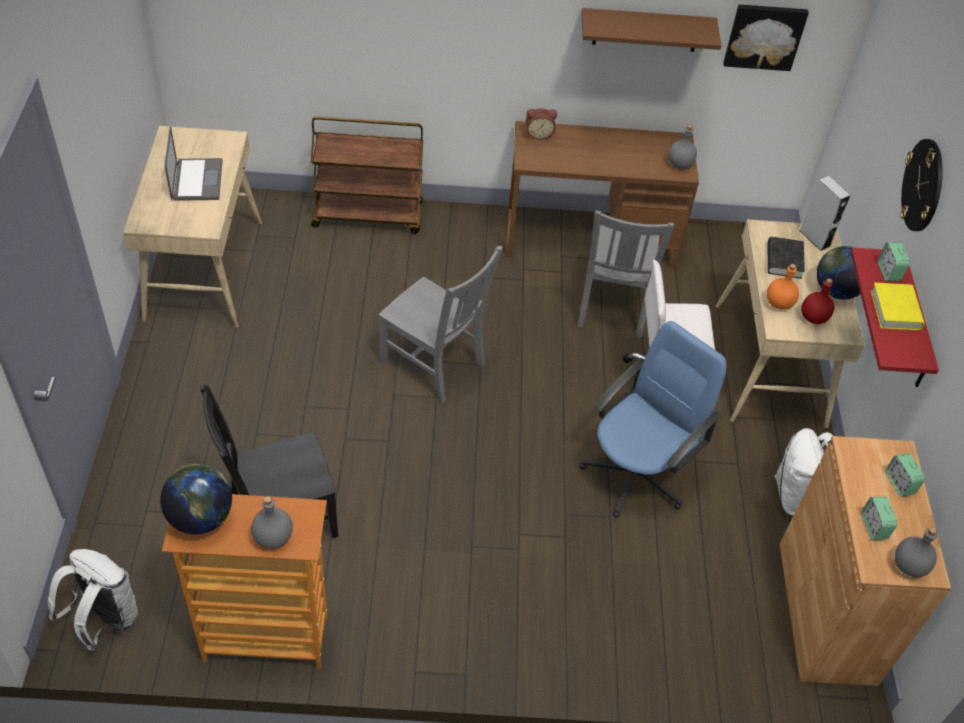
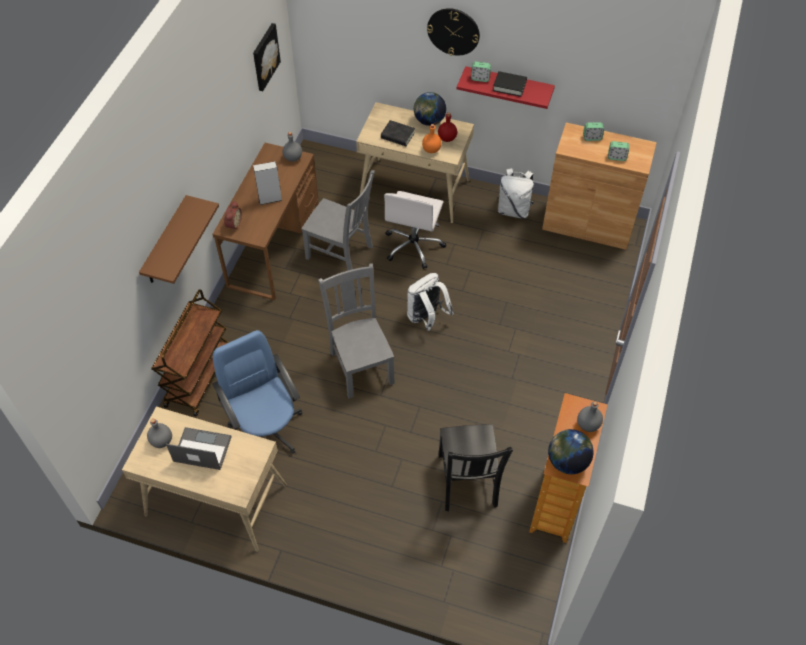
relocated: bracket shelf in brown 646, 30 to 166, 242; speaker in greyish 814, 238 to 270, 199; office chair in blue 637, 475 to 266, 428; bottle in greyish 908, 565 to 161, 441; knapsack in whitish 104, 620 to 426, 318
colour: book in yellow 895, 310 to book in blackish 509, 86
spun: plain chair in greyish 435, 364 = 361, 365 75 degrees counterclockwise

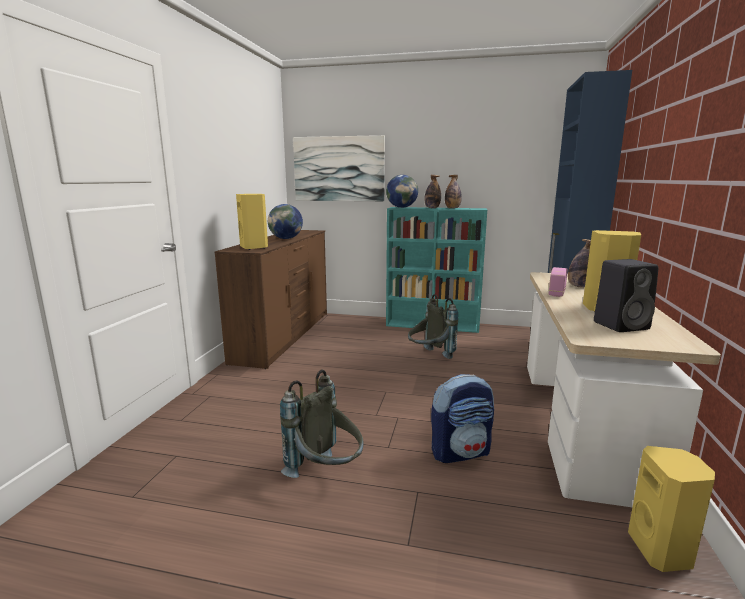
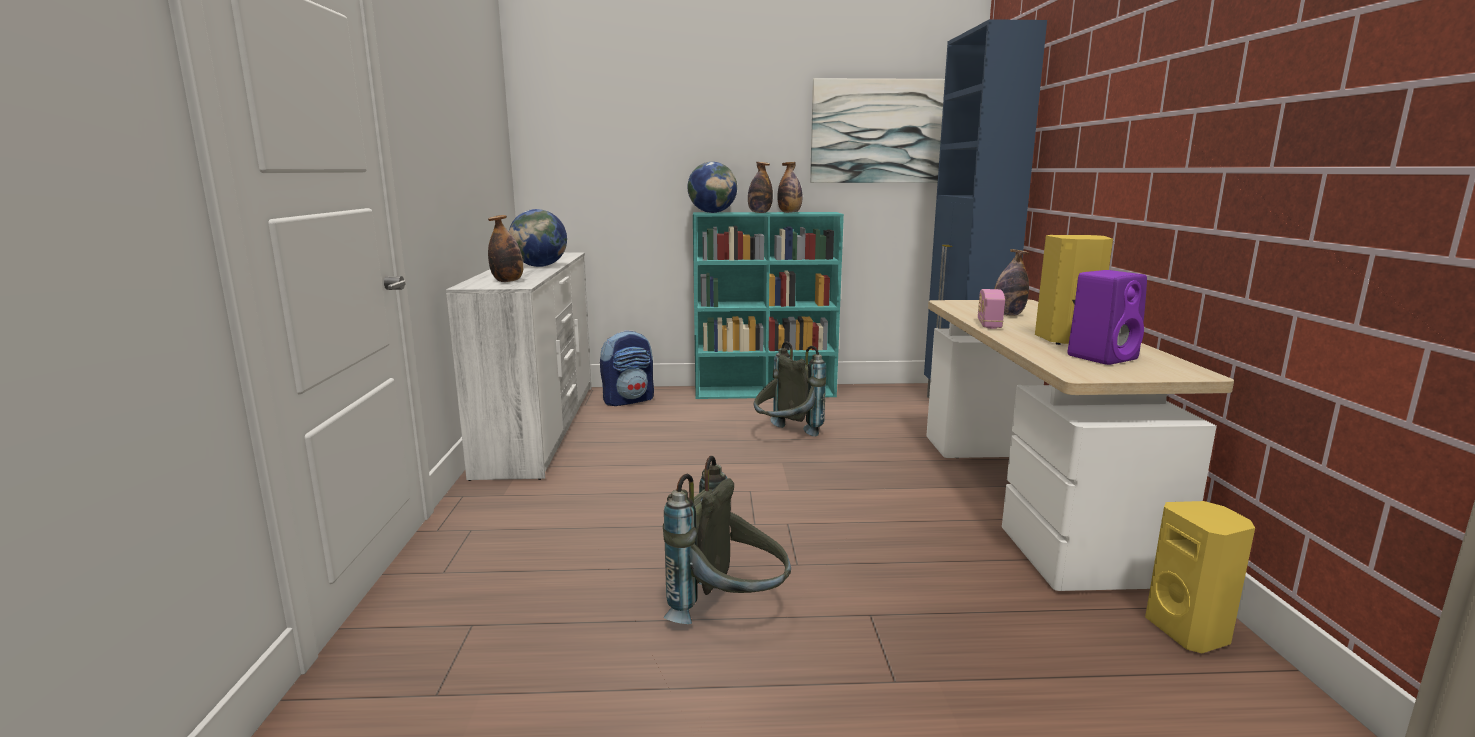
relocated: picture 339, 169 to 884, 131; knapsack 461, 452 to 628, 400
exchanged: speaker in yellow 254, 247 to bottle 508, 281
colour: chest of drawers in brown 285, 336 to chest of drawers in whitish 541, 427; speaker in blackish 622, 325 to speaker in purple-coloured 1103, 357

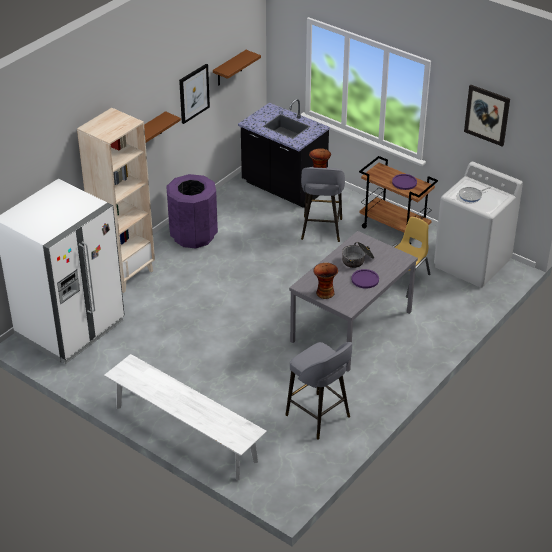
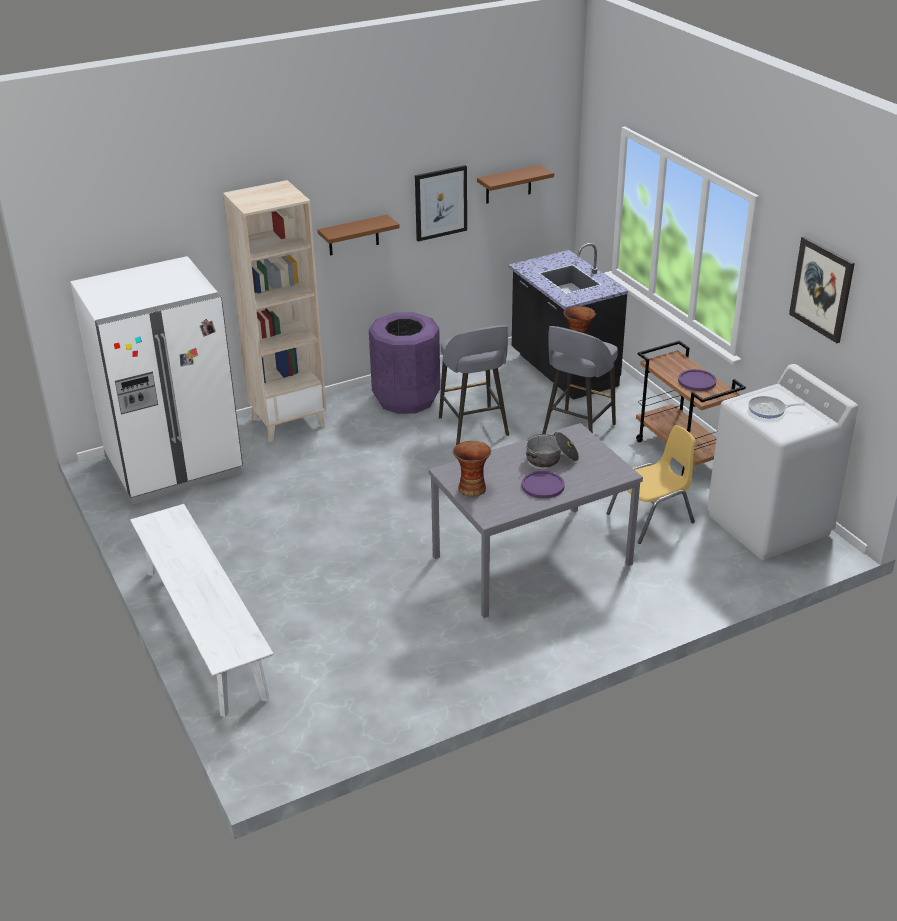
relocated: sitting stool in greyish 319, 417 to 474, 427

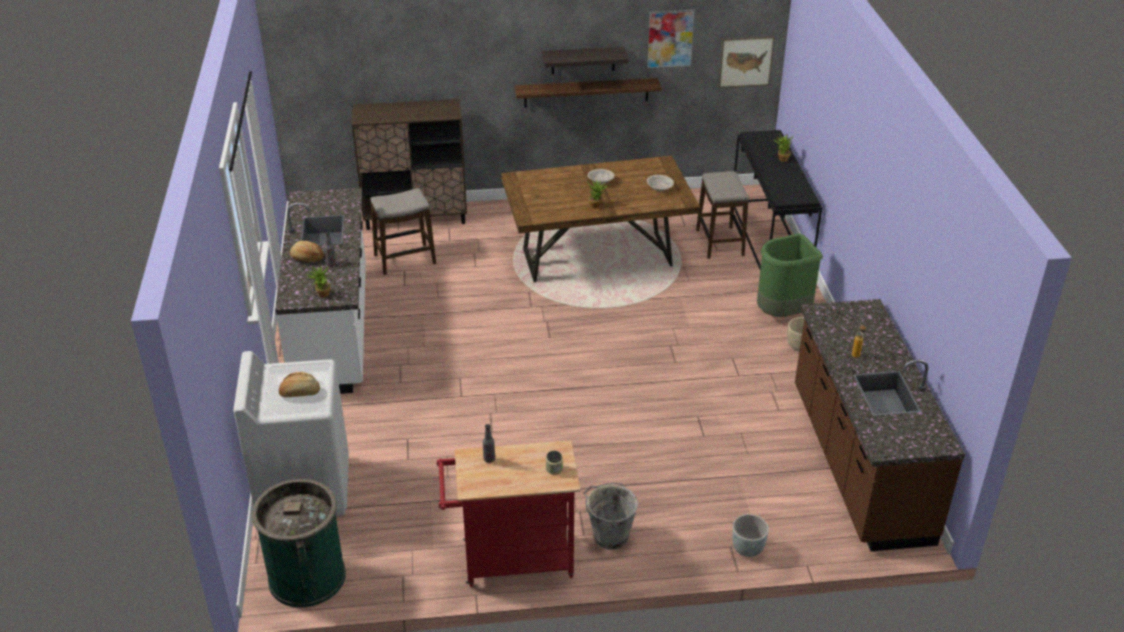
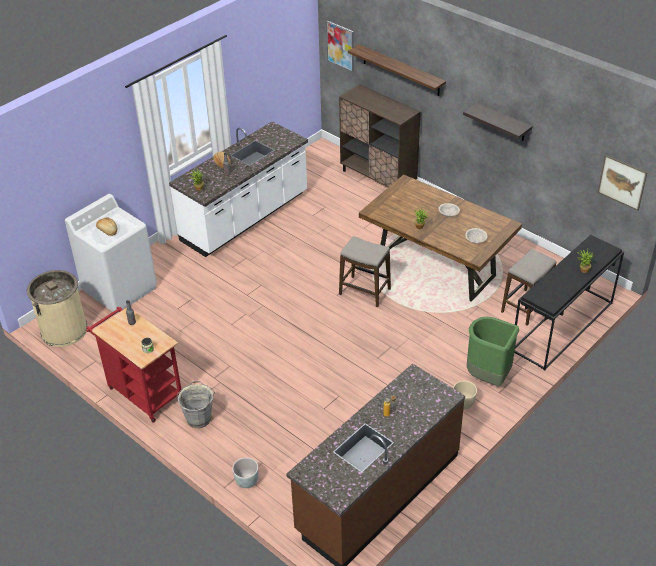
relocated: picture 670, 38 to 340, 46; bracket shelf 586, 92 to 401, 70; sitting stool 405, 260 to 364, 292
colour: trash can in greenish 307, 577 to trash can in beige 64, 330

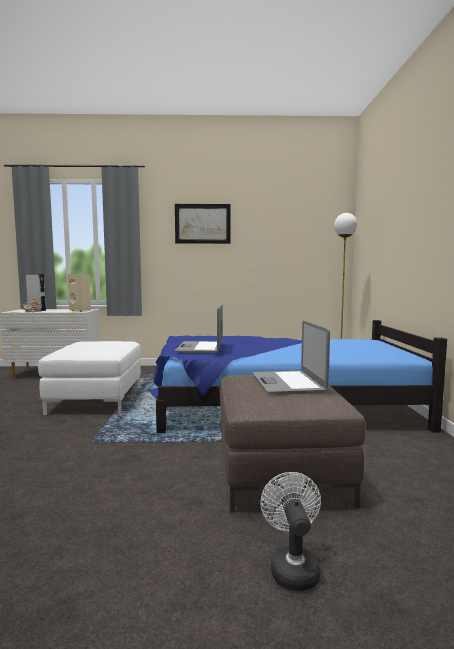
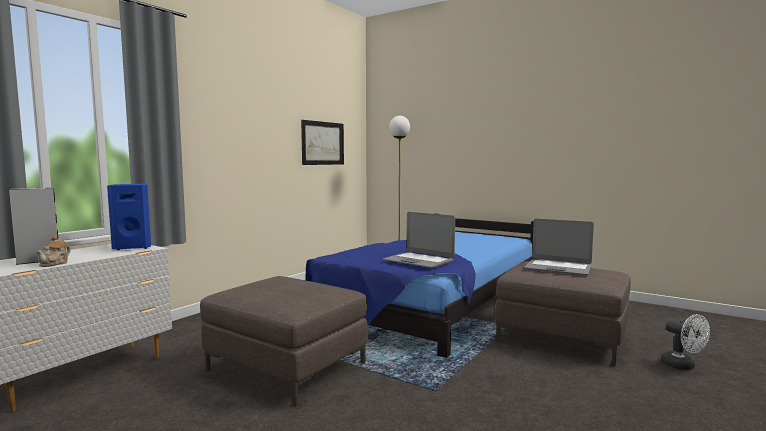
relocated: picture 202, 224 to 322, 143
colour: speaker in beige 81, 310 to speaker in blue 133, 247; ottoman in whitish 97, 399 to ottoman in brown 287, 366
spun: cooling fan in whitish 292, 566 = 683, 366 150 degrees counterclockwise

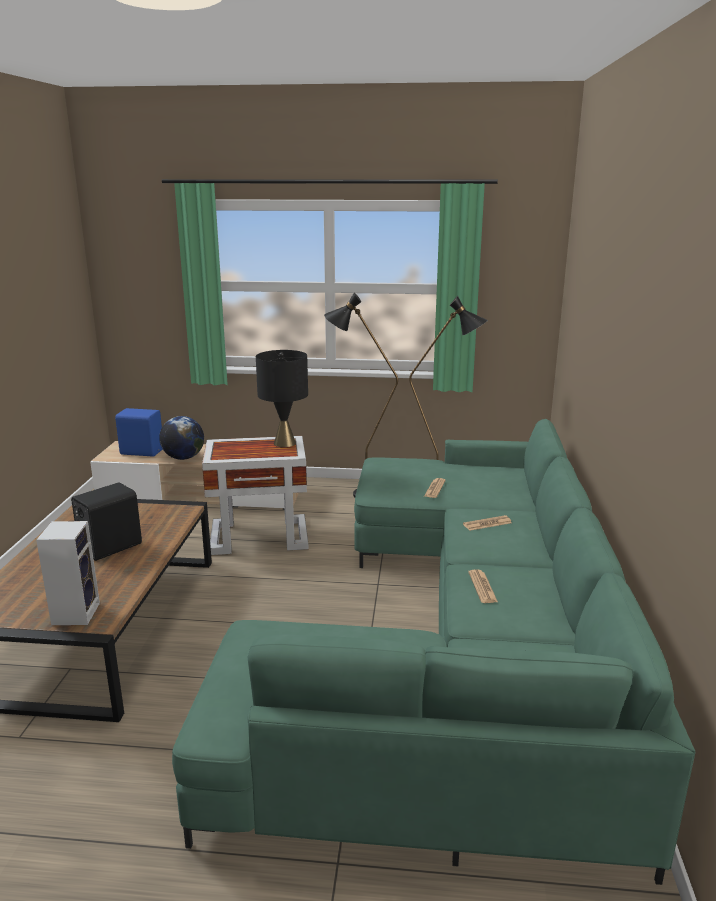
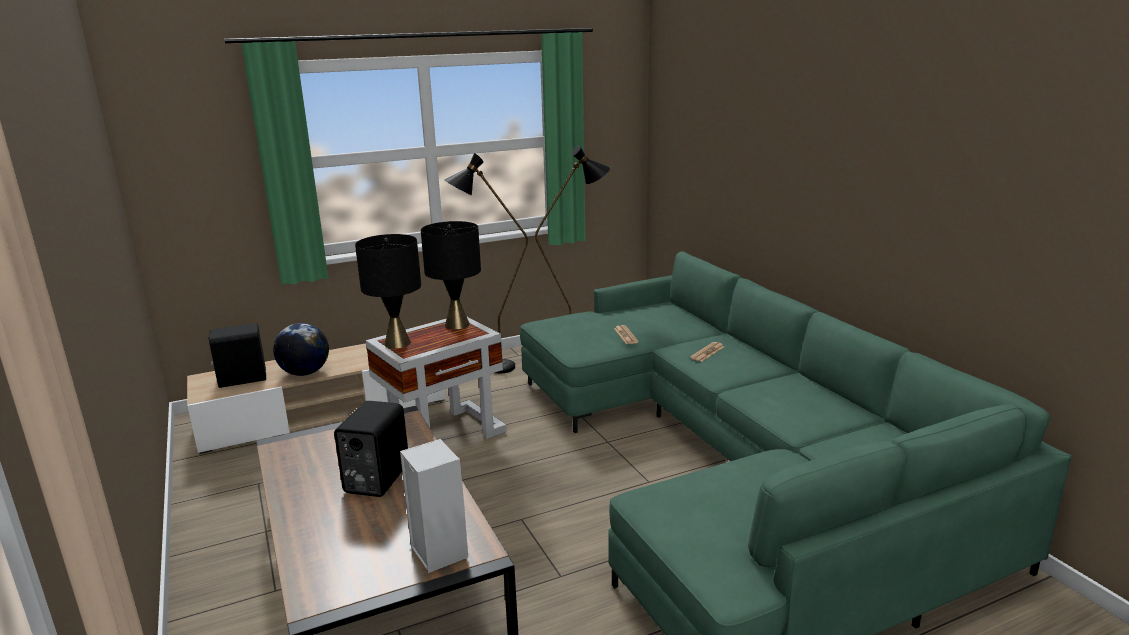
missing: daily paper 482, 587
appeared: tabletop lamp in blackish 397, 343
colour: speaker in blue 142, 451 to speaker in blackish 242, 379

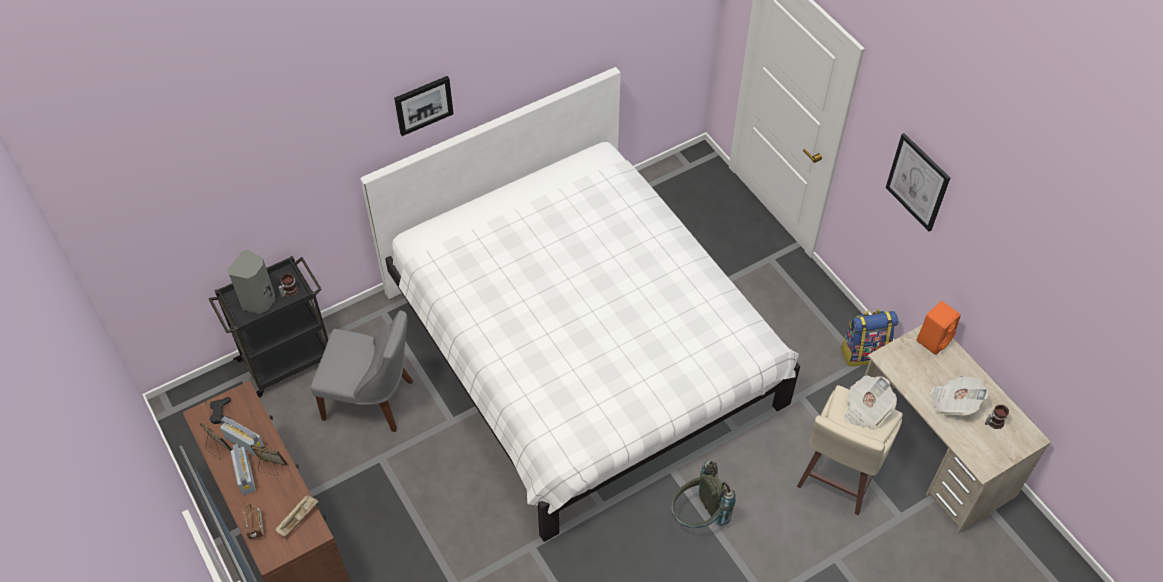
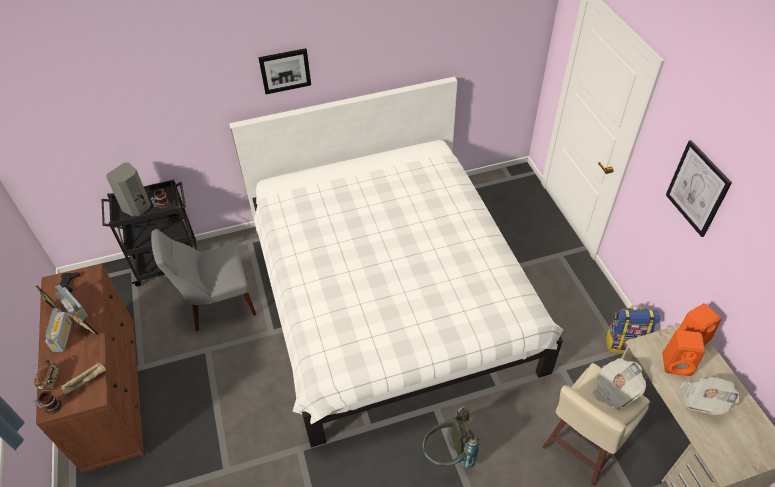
appeared: speaker in orange 677, 364
relocated: mug 993, 421 to 52, 406
spun: plain chair in greyish 372, 400 = 218, 304 135 degrees clockwise

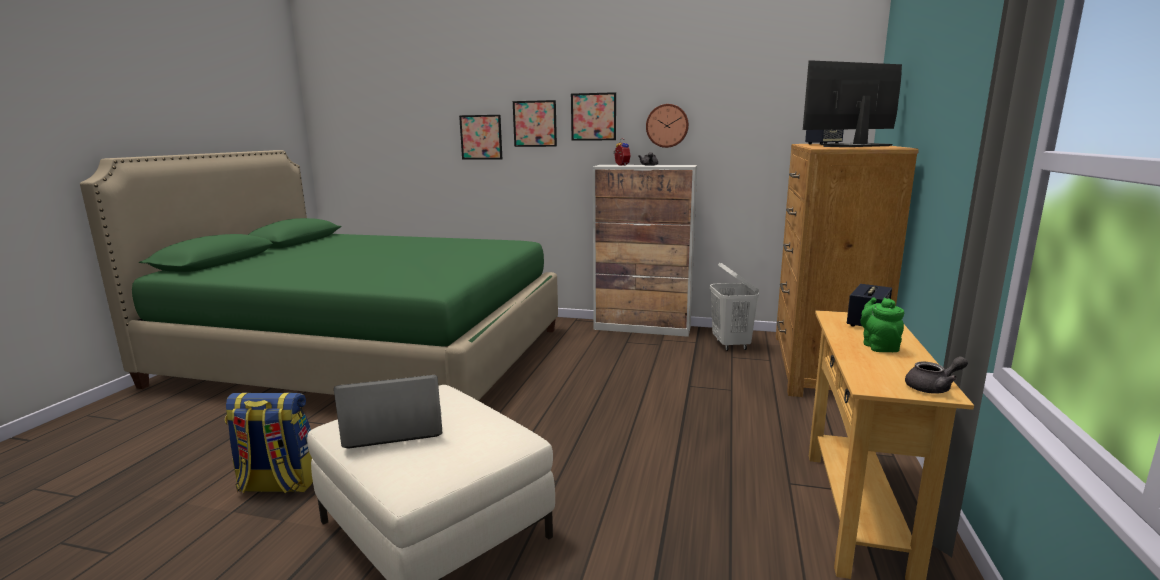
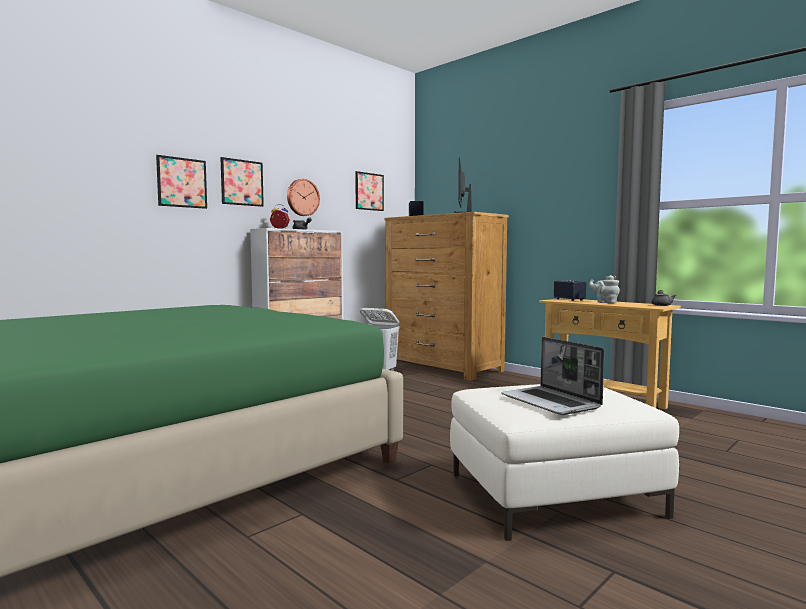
missing: knapsack 277, 485
relocated: picture 481, 137 to 369, 191
colour: pot for tea in greenish 878, 346 to pot for tea in greyish 605, 302
spun: notebook computer 393, 429 = 551, 402 45 degrees counterclockwise

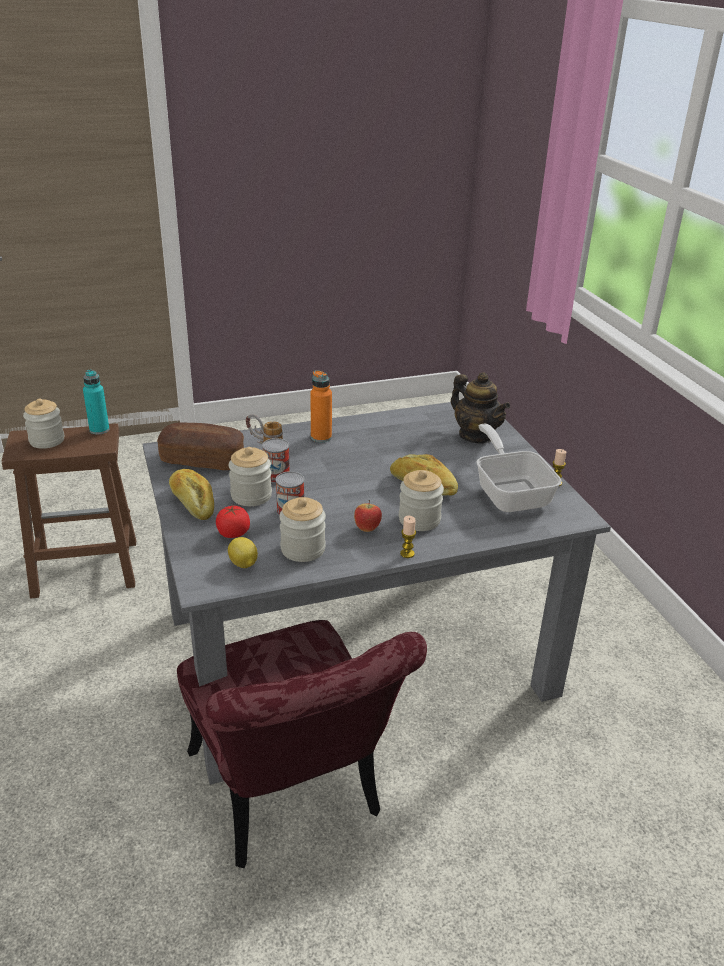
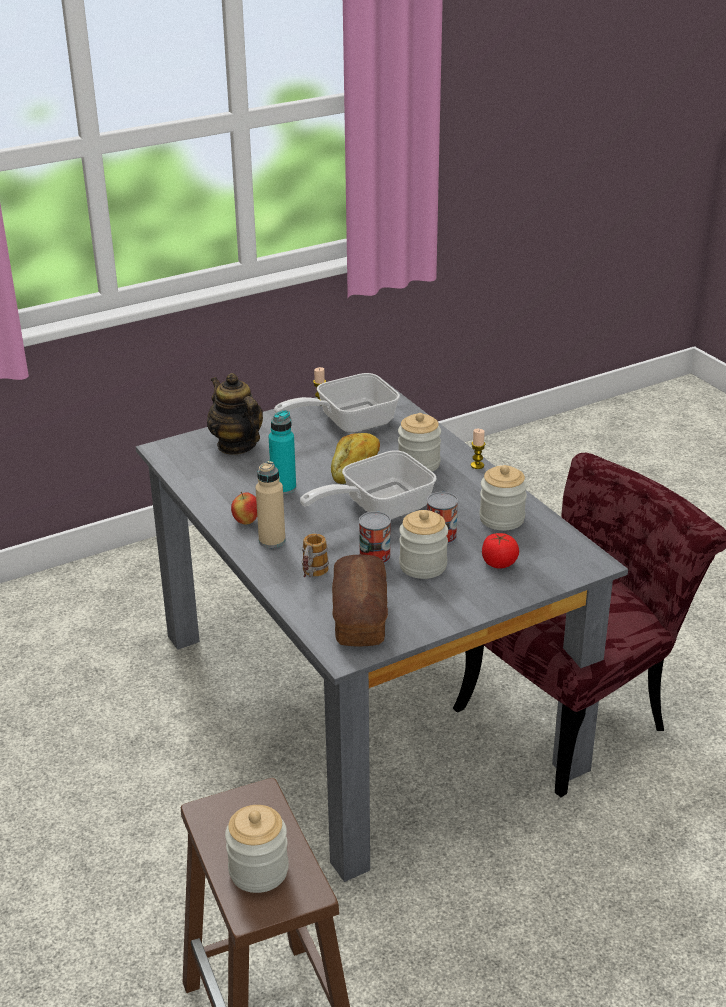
missing: bread 192, 502; citrus fruit 243, 564
appeared: skillet 377, 508
relocated: bottle in blue-green 99, 430 to 283, 488; whole apple 367, 529 to 246, 521
colour: bottle in orange 321, 437 to bottle in beige 272, 541
spun: pot for tea 476, 436 = 236, 445 75 degrees counterclockwise

